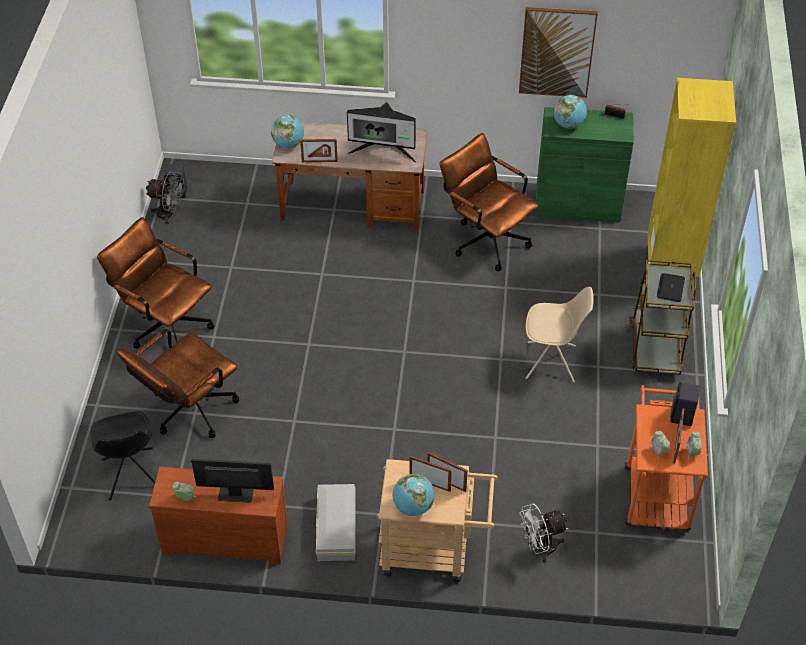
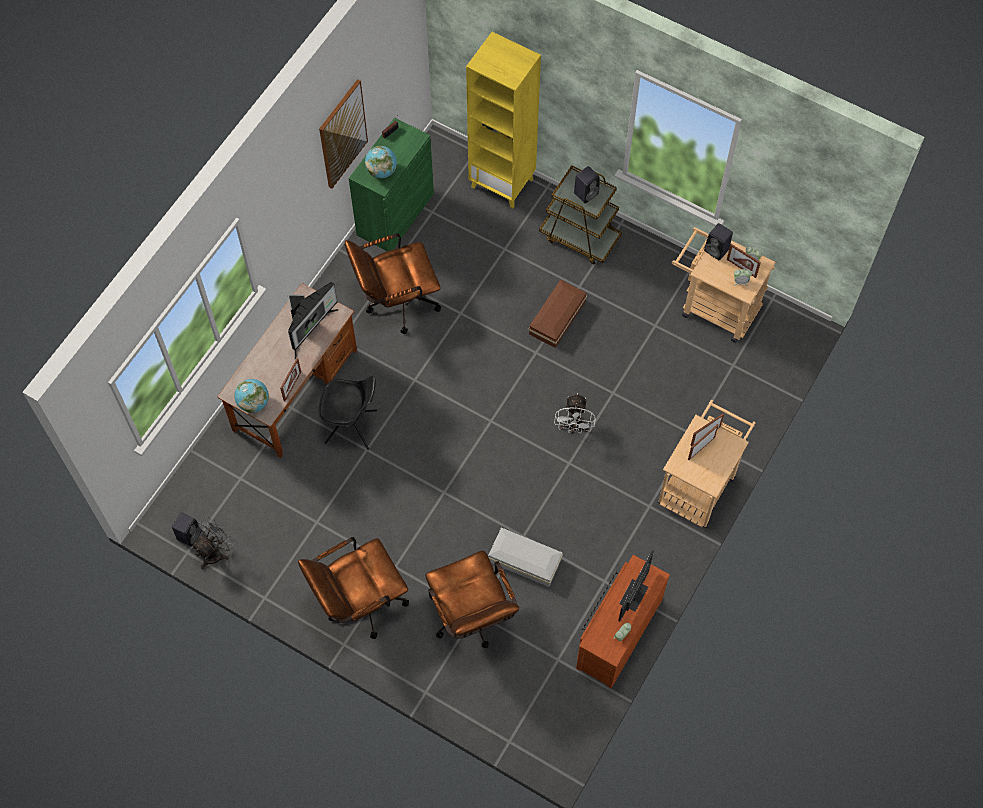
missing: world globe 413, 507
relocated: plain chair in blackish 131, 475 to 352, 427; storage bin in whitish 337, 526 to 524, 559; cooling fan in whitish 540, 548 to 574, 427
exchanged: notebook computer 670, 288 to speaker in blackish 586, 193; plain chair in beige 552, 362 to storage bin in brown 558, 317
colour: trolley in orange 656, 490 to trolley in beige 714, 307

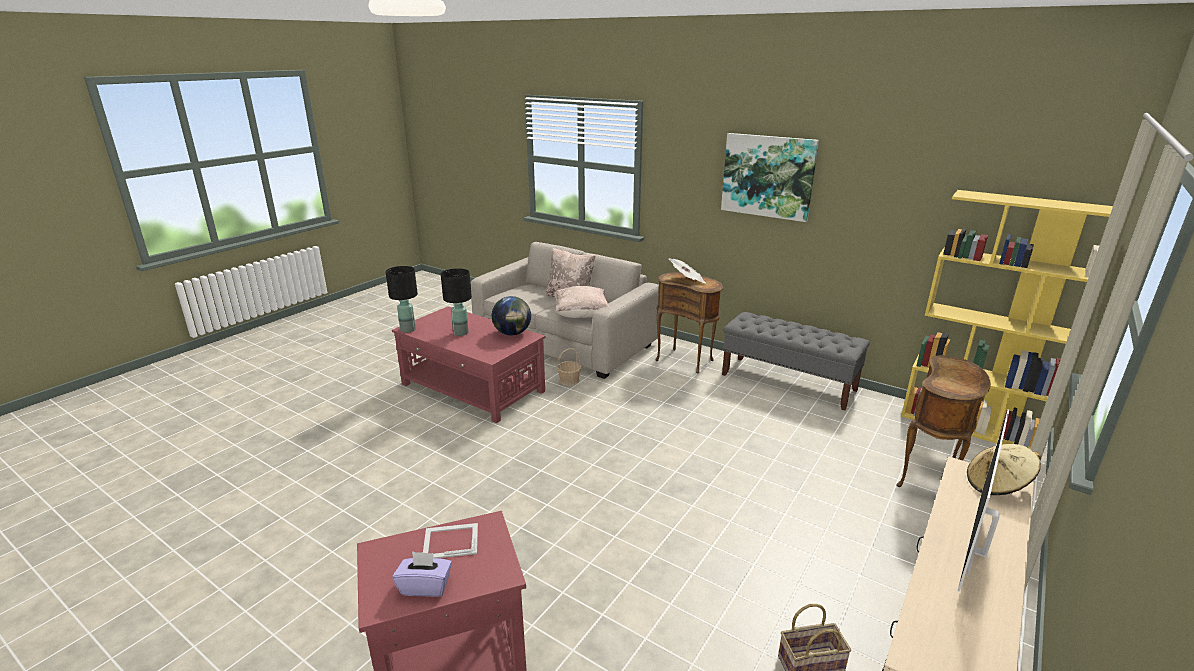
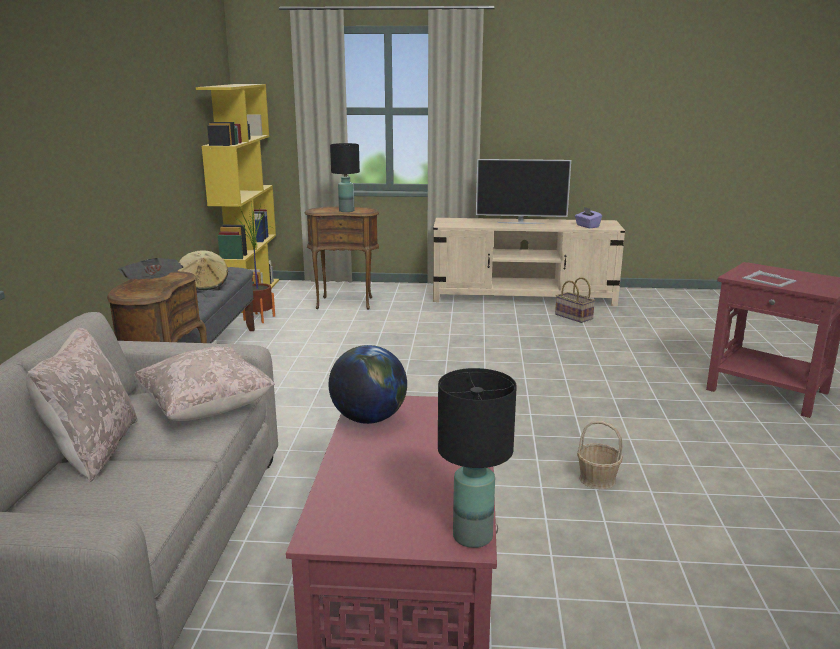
missing: picture 768, 176
appeared: plant in a pot 259, 318
relocated: tabletop lamp in blackish 460, 333 to 347, 211; basket 569, 380 to 597, 479; wearable hat in beige 997, 486 to 204, 285; box of tissues in purple-coloured 425, 586 to 587, 226

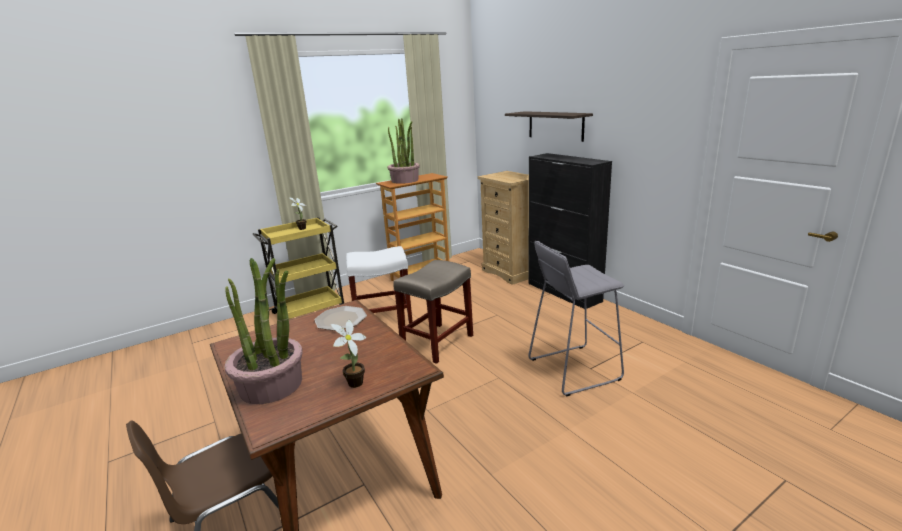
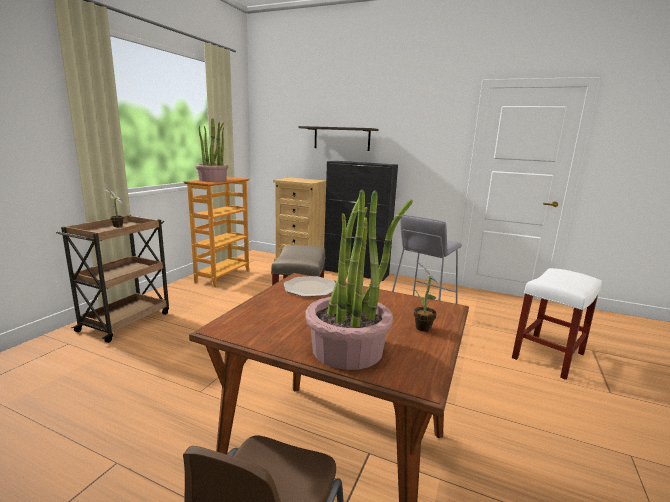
relocated: sitting stool in whitish 384, 318 to 548, 355
colour: trolley in yellow 310, 310 to trolley in brown 126, 321

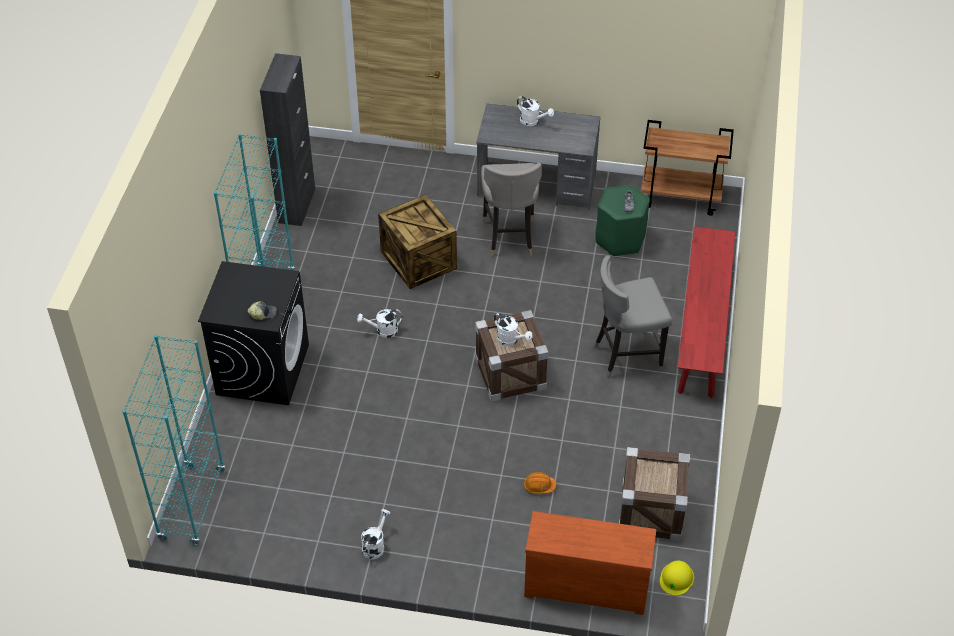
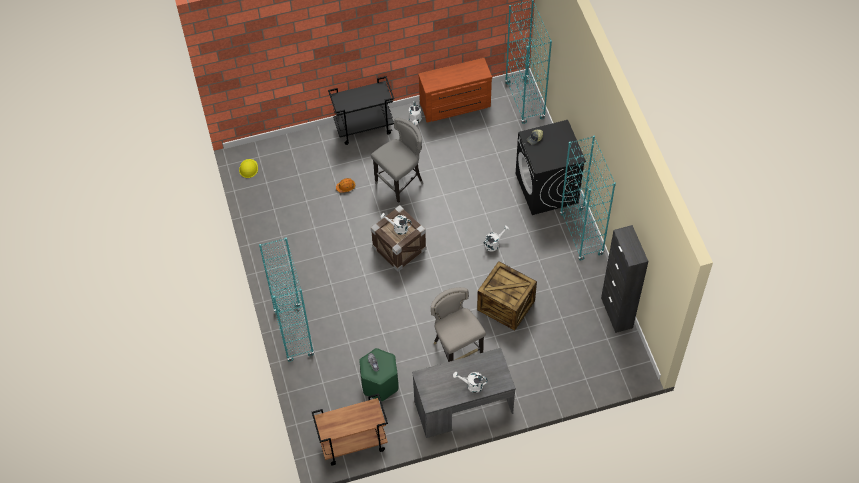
missing: packing crate 651, 511
appeared: trolley in blackish 364, 127
relocated: sitting stool in greyish 626, 356 to 400, 185; chest of drawers in brown 586, 583 to 455, 106
exchanged: long seat in red-coloured 702, 329 to bookcase in blue-green 294, 333

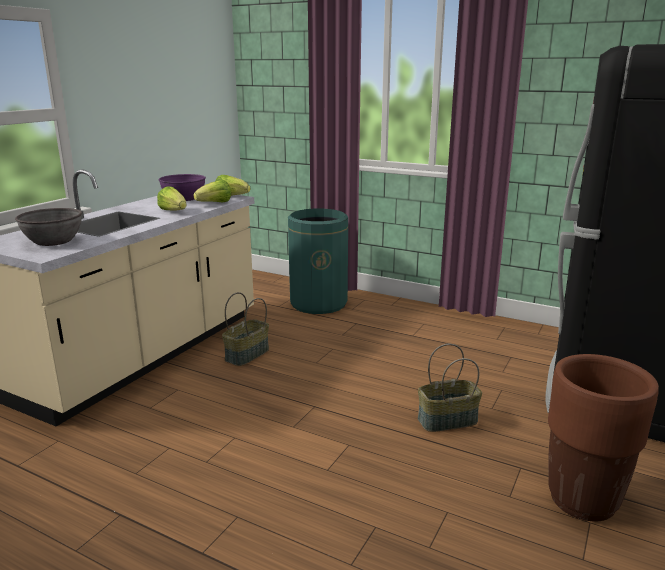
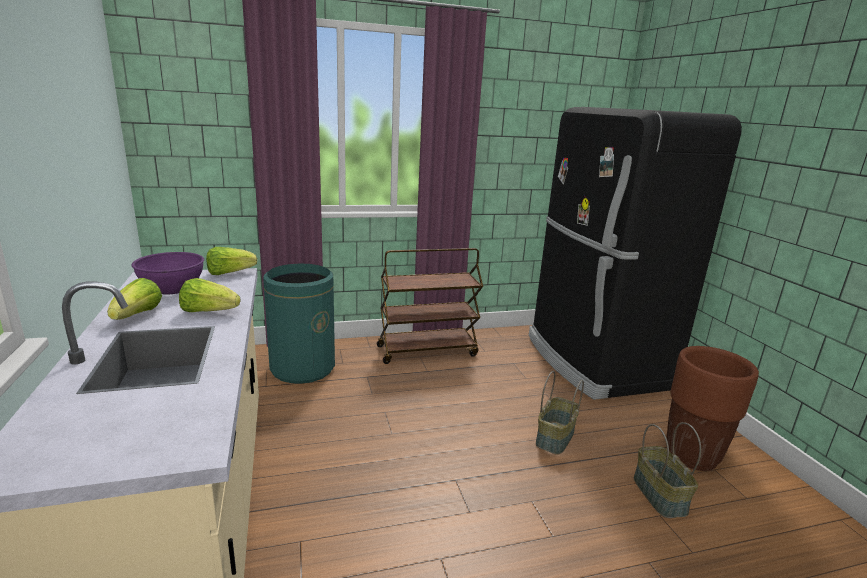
missing: serving bowl in greyish 54, 241
appeared: trolley in brown 427, 350
relocated: head of lettuce 215, 203 to 138, 315; basket 247, 355 to 660, 495

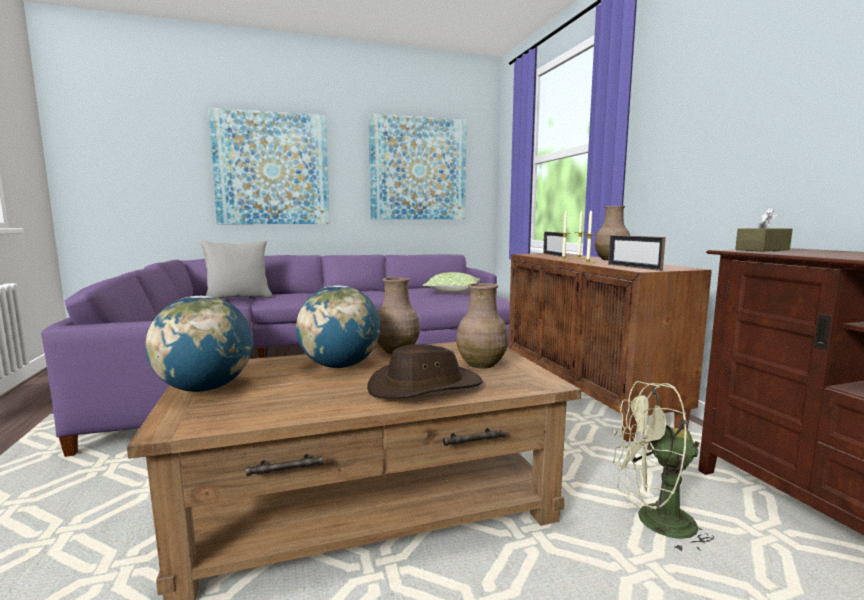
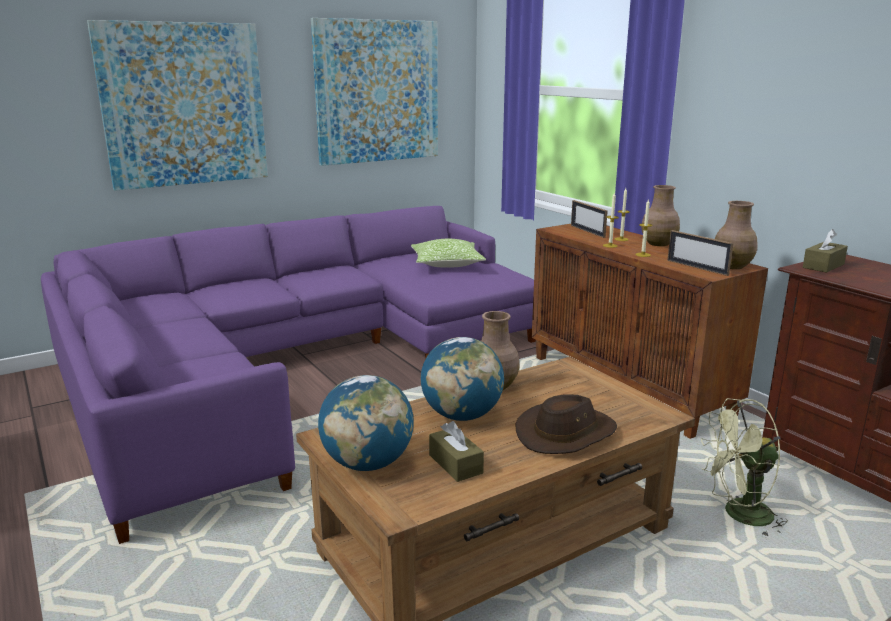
missing: throw pillow in greyish 239, 299
appeared: box of tissues in brown 455, 464
relocated: flower vase in brown 482, 364 to 732, 266

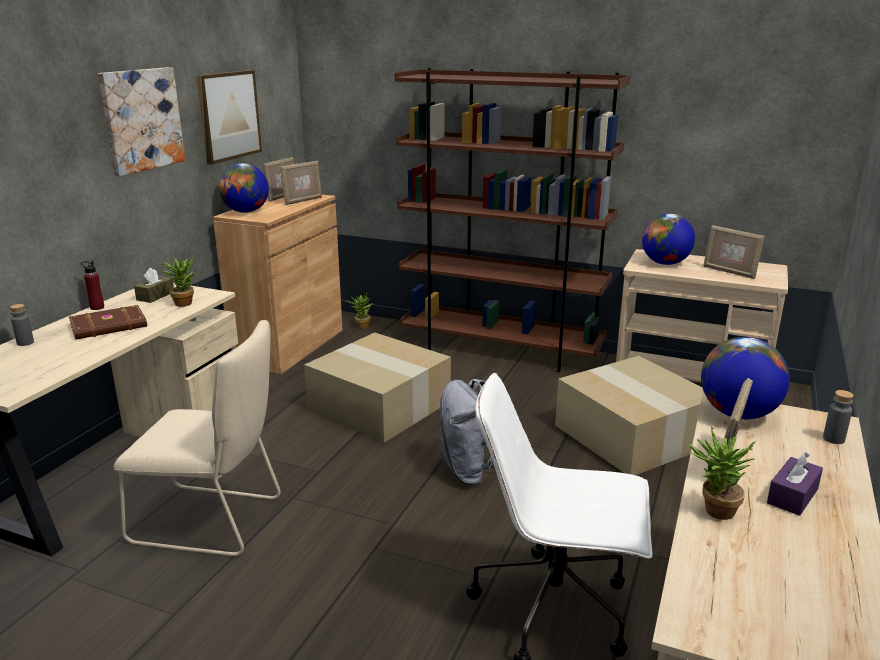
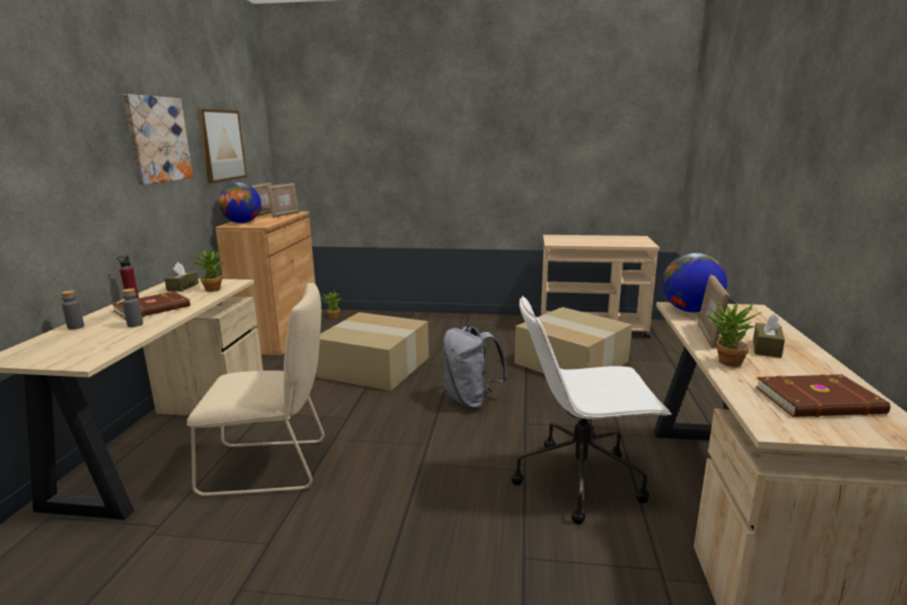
missing: bookcase in brown 501, 350; world globe 665, 263; standing frame 729, 272
appeared: book in brown 820, 401
relocated: bottle in greyish 833, 439 to 135, 324
colour: box of tissues in purple-coloured 792, 496 to box of tissues in brown 766, 348

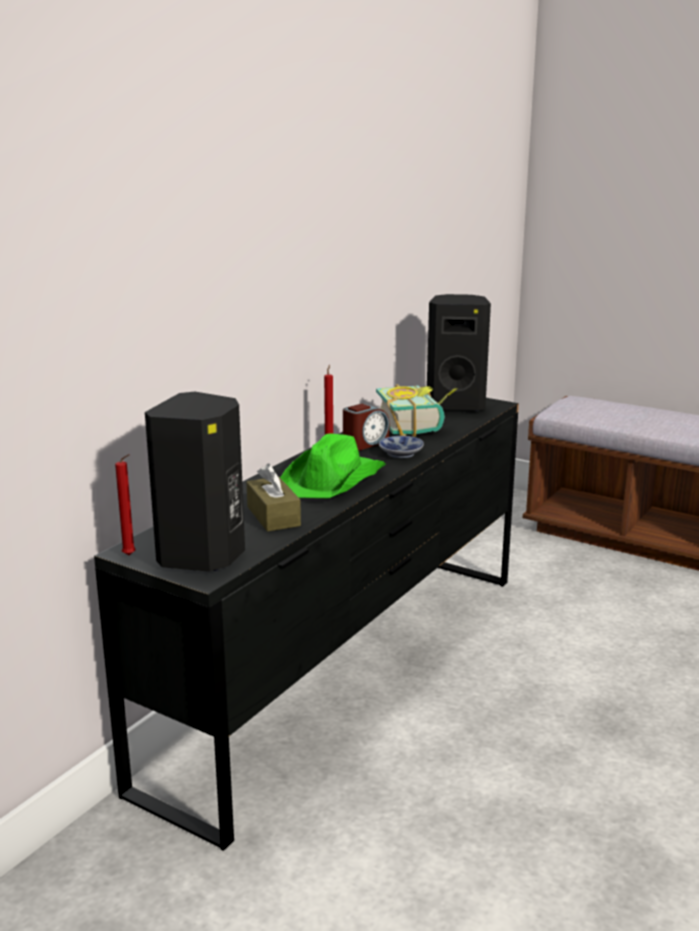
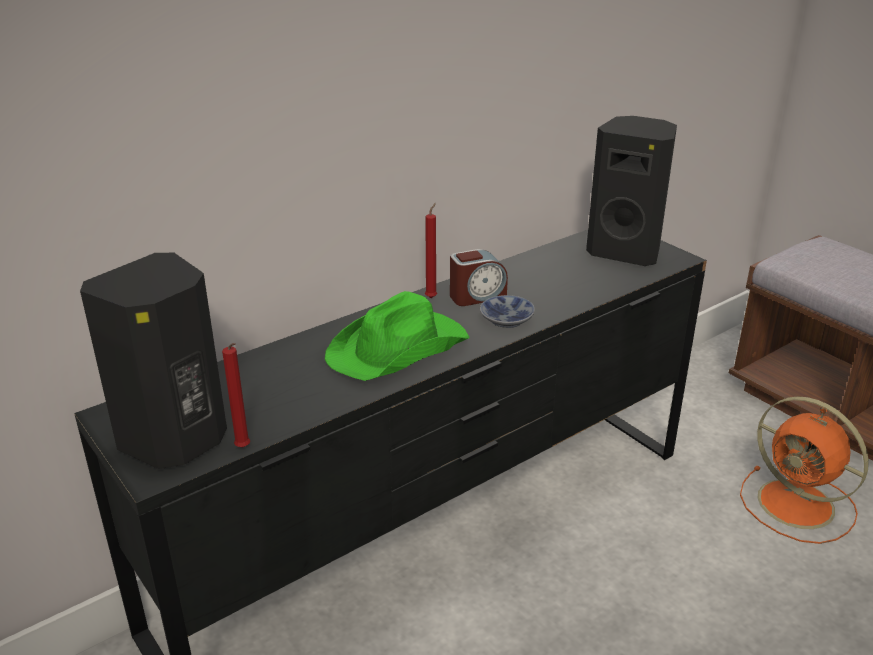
missing: book 416, 426; box of tissues in brown 273, 516
appeared: cooling fan in orange 799, 505
relocated: candle in red-coloured 130, 556 to 244, 448

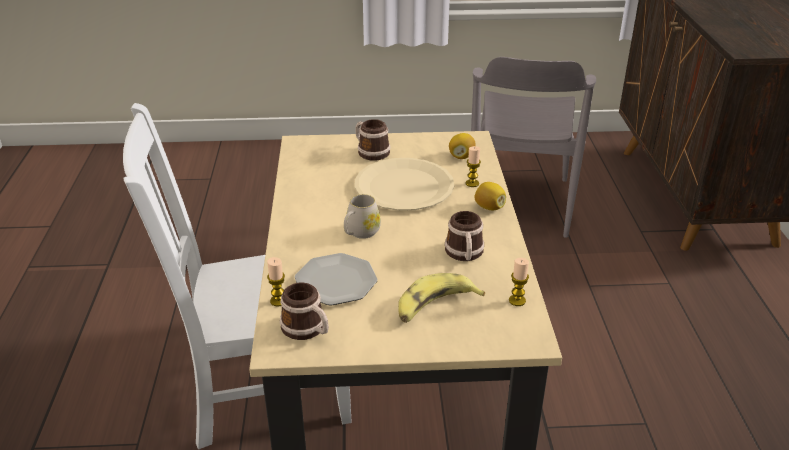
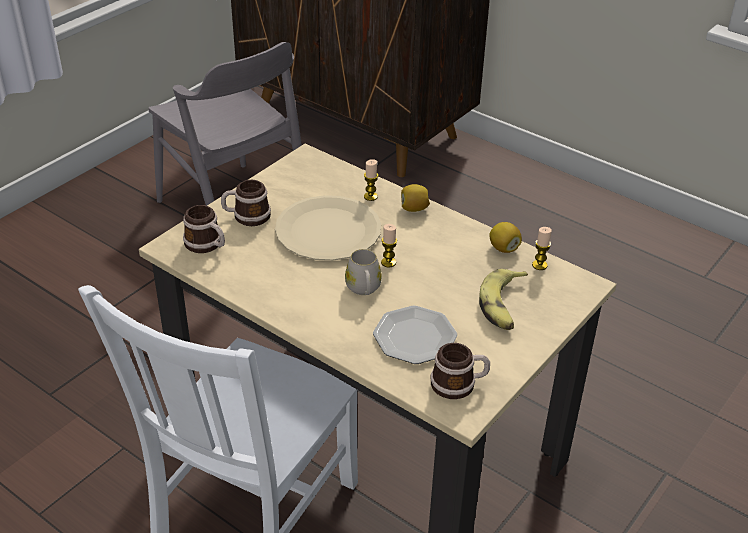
relocated: citrus fruit 461, 156 to 503, 248; mug 464, 254 to 207, 245; candle 278, 301 to 388, 262

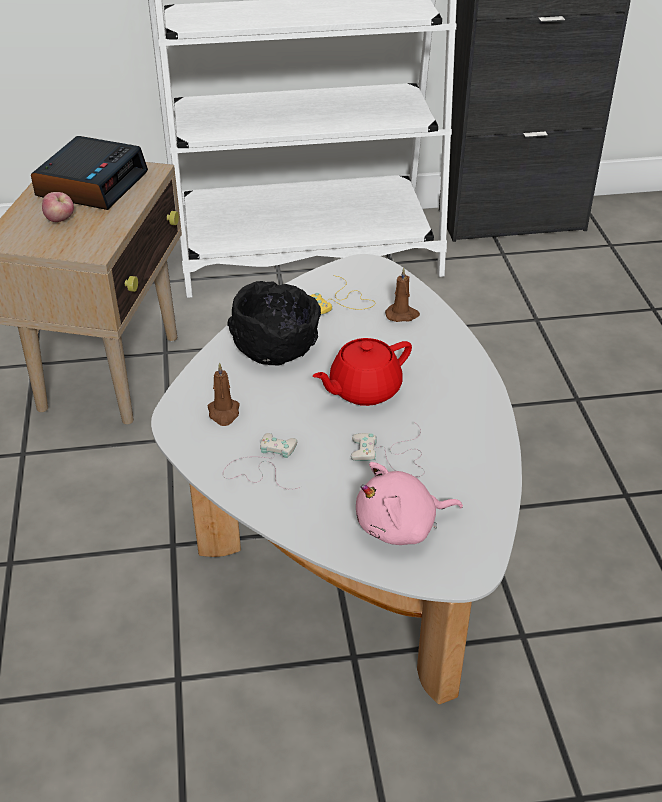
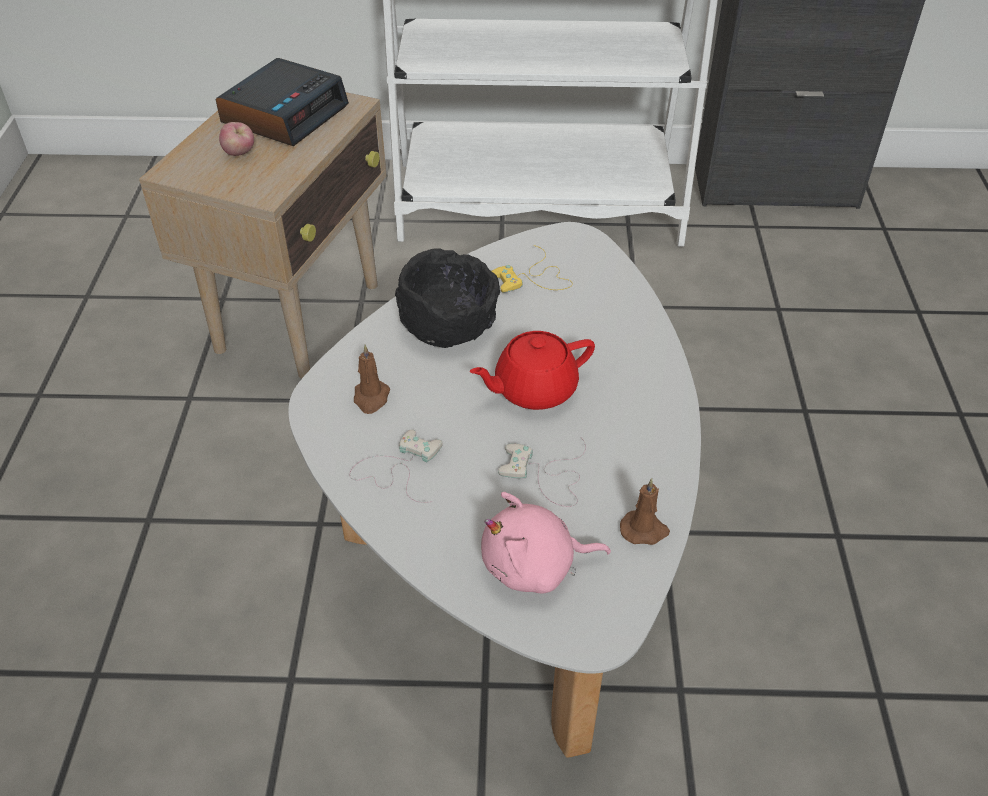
relocated: candle in brown 402, 315 to 644, 530

